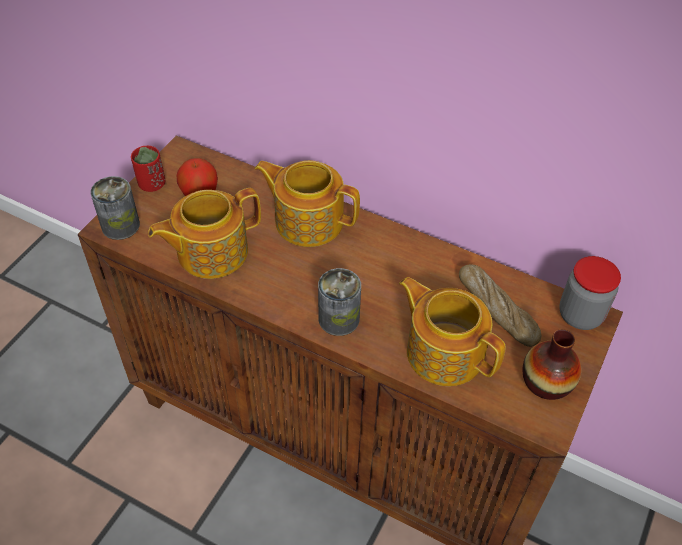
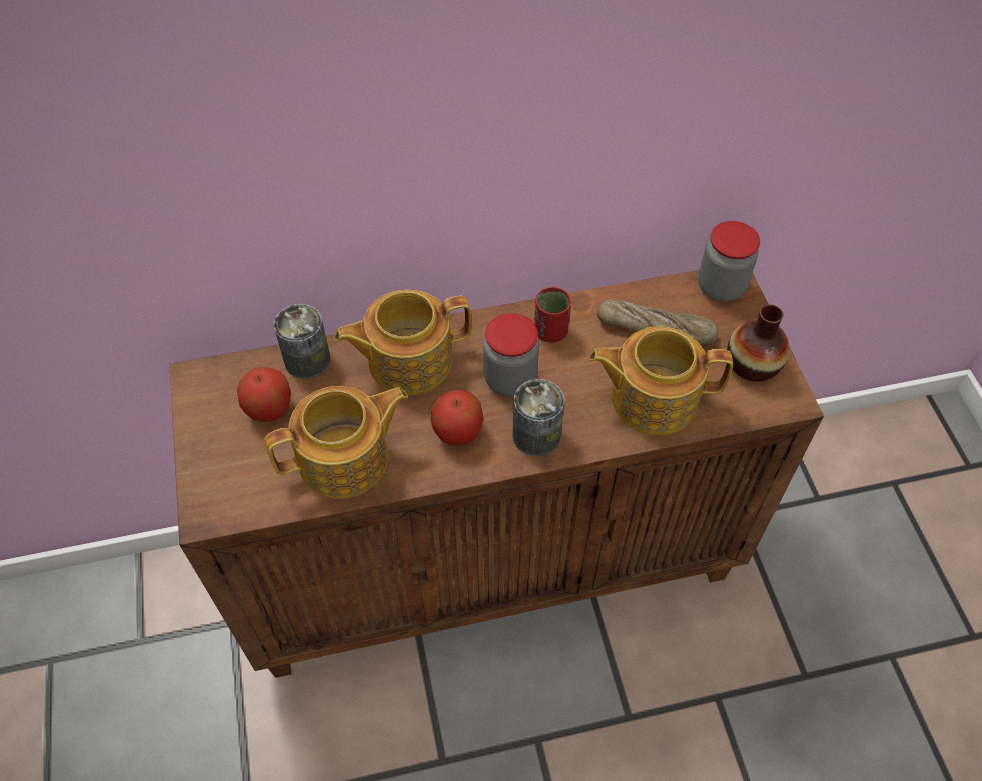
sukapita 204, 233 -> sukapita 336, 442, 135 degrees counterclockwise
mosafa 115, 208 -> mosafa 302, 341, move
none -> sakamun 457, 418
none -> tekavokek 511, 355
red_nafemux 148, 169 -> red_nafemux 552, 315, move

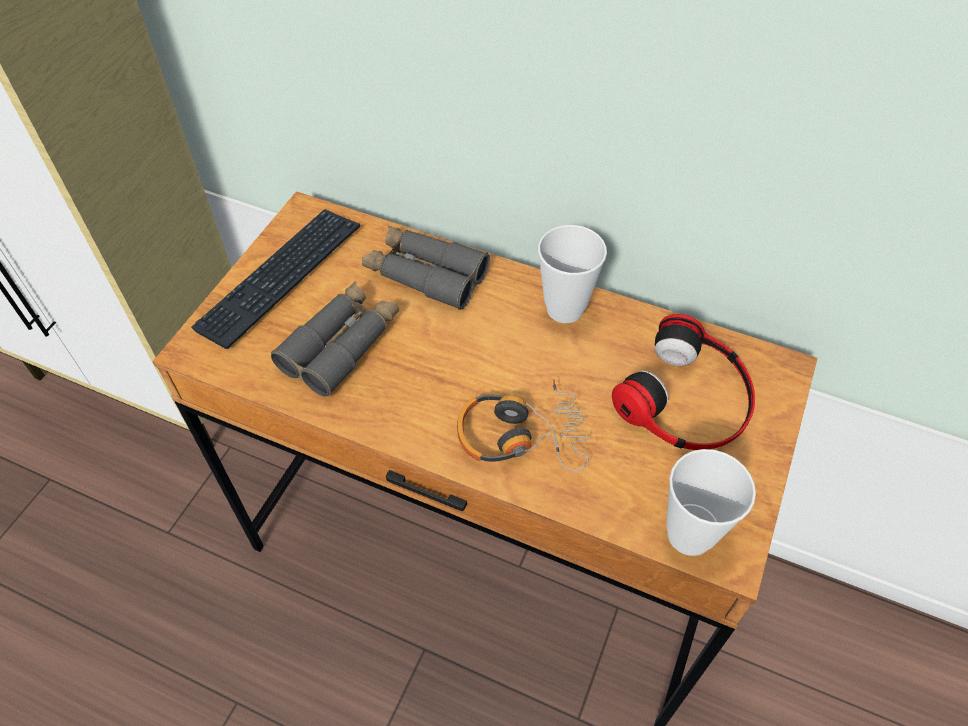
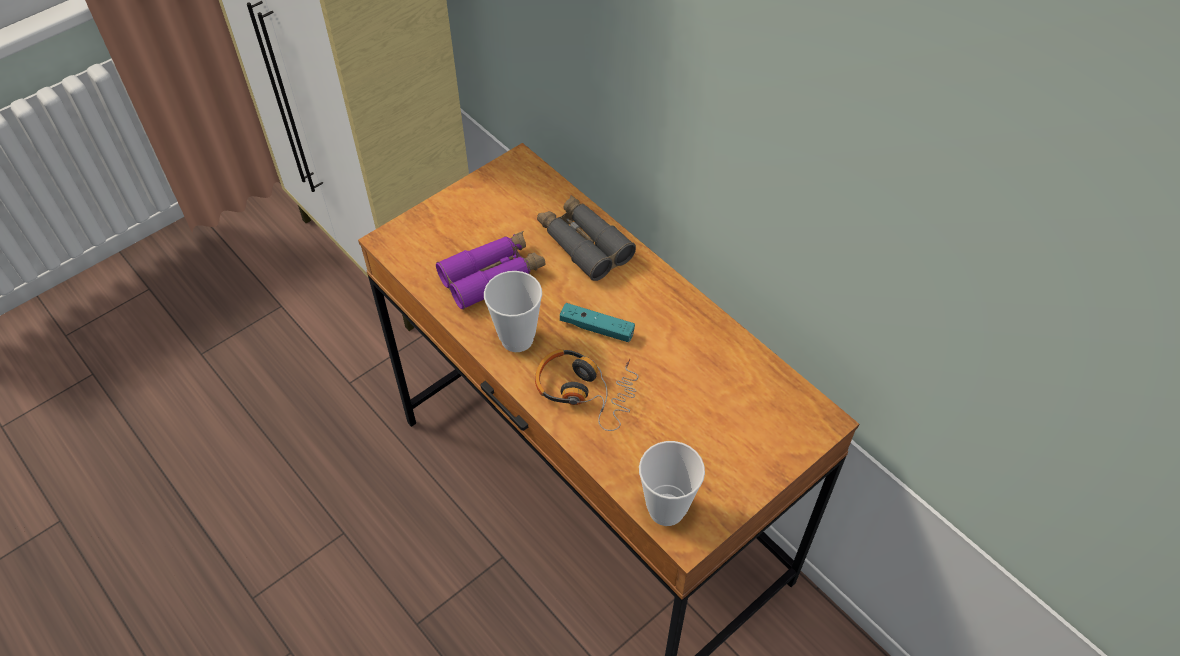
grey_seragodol 335, 338 -> purple_seragodol 490, 270
nafemux 572, 274 -> nafemux 513, 311, move
none -> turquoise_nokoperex 597, 322
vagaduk 275, 279 -> none
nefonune 683, 382 -> none

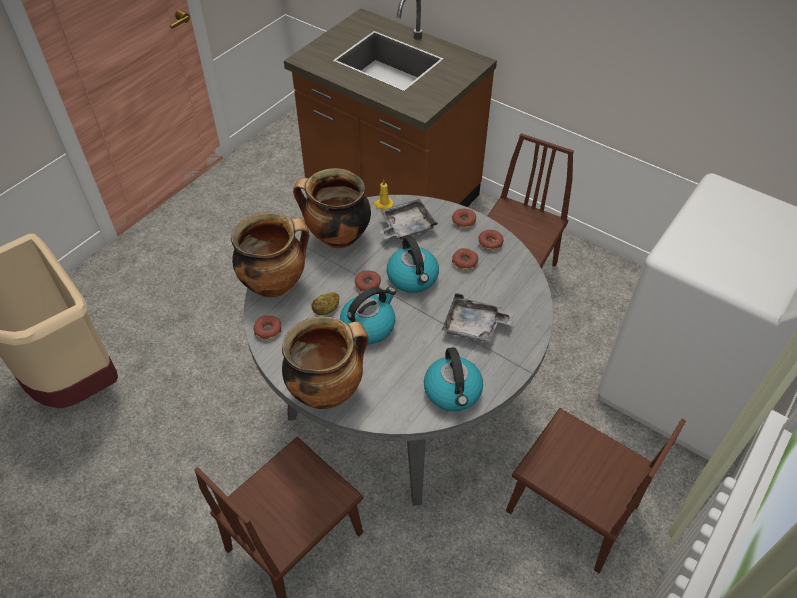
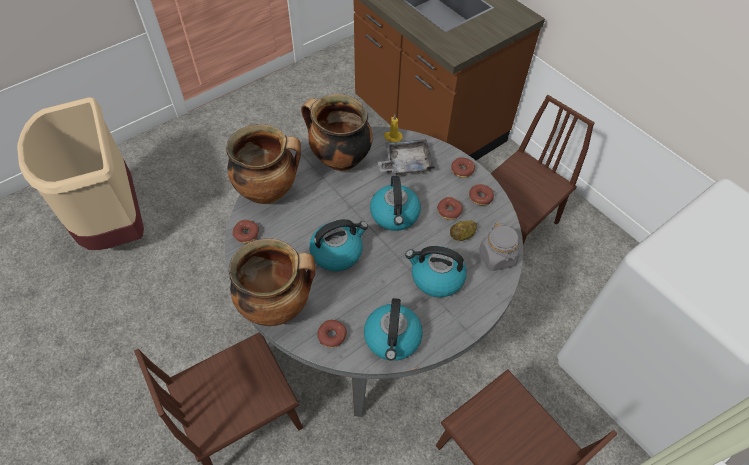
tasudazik 368, 281 -> tasudazik 332, 334, move
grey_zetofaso 478, 317 -> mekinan 436, 271
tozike 325, 303 -> tozike 463, 230, move
none -> grey_tekavokek 499, 247

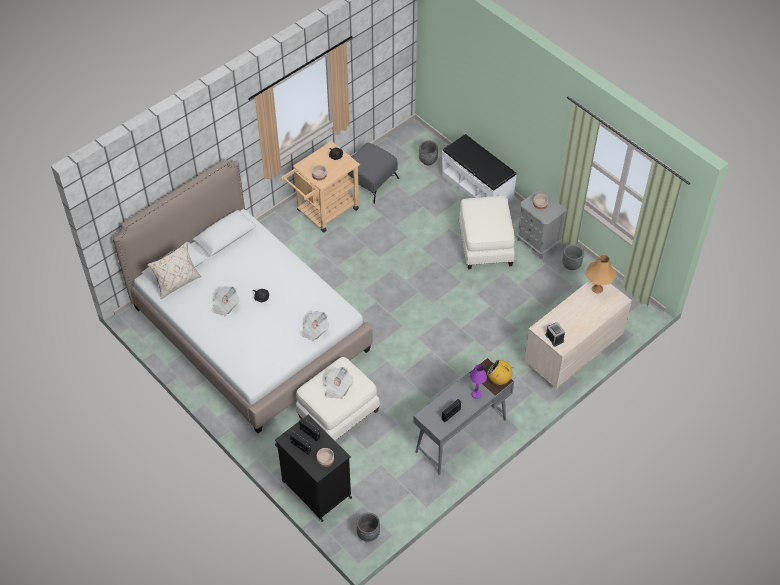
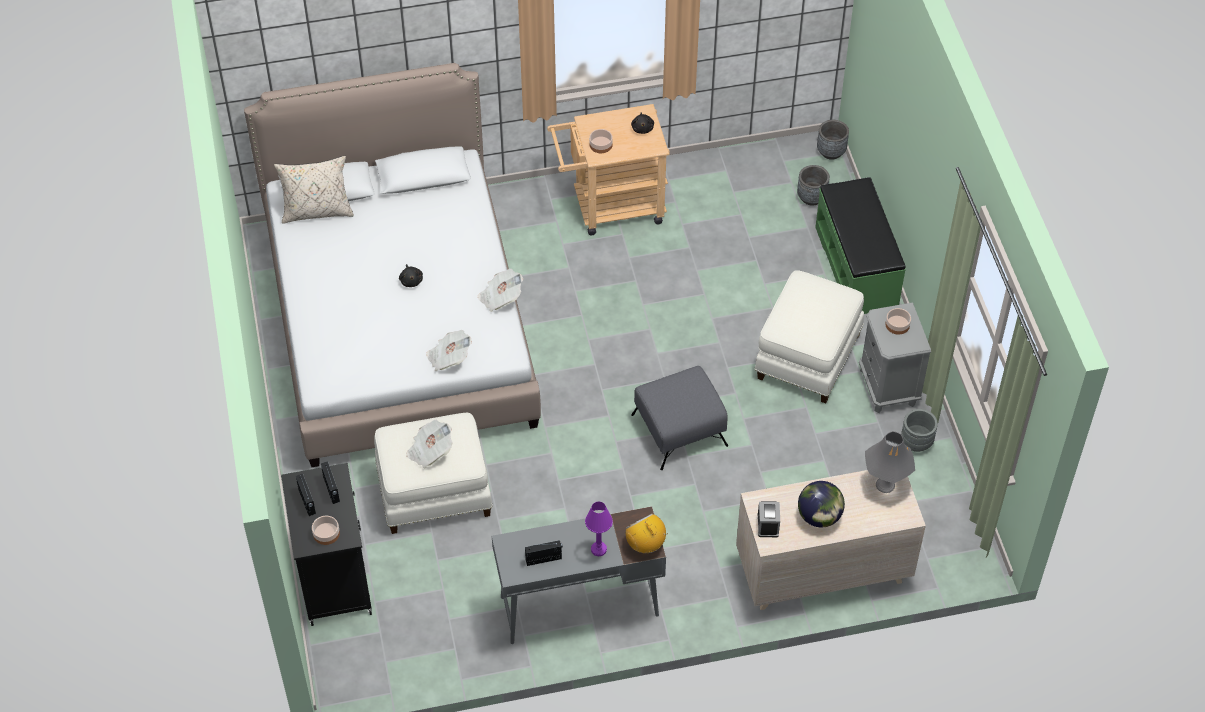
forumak 225, 301 -> forumak 500, 290, move
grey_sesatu 373, 173 -> grey_sesatu 679, 418, move
none -> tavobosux 821, 504
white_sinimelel 479, 168 -> green_sinimelel 860, 245
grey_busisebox 368, 527 -> grey_busisebox 833, 140, move
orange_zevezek 601, 274 -> grey_zevezek 890, 462

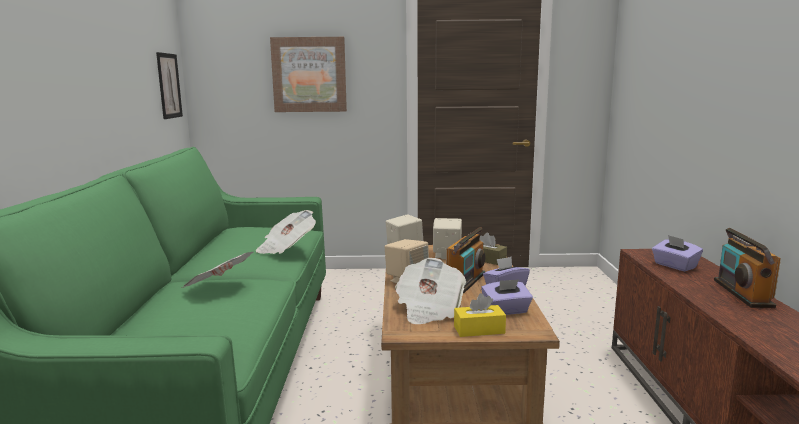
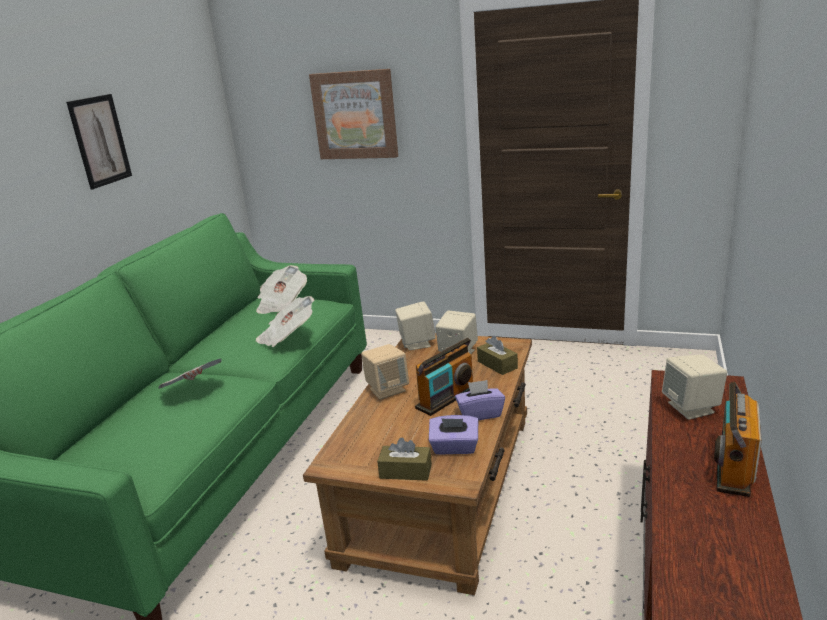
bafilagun 169, 85 -> bafilagun 99, 141, move
forumak 430, 291 -> forumak 281, 289, move
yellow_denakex 480, 315 -> brown_denakex 404, 459
purple_denakex 677, 253 -> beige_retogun 694, 387

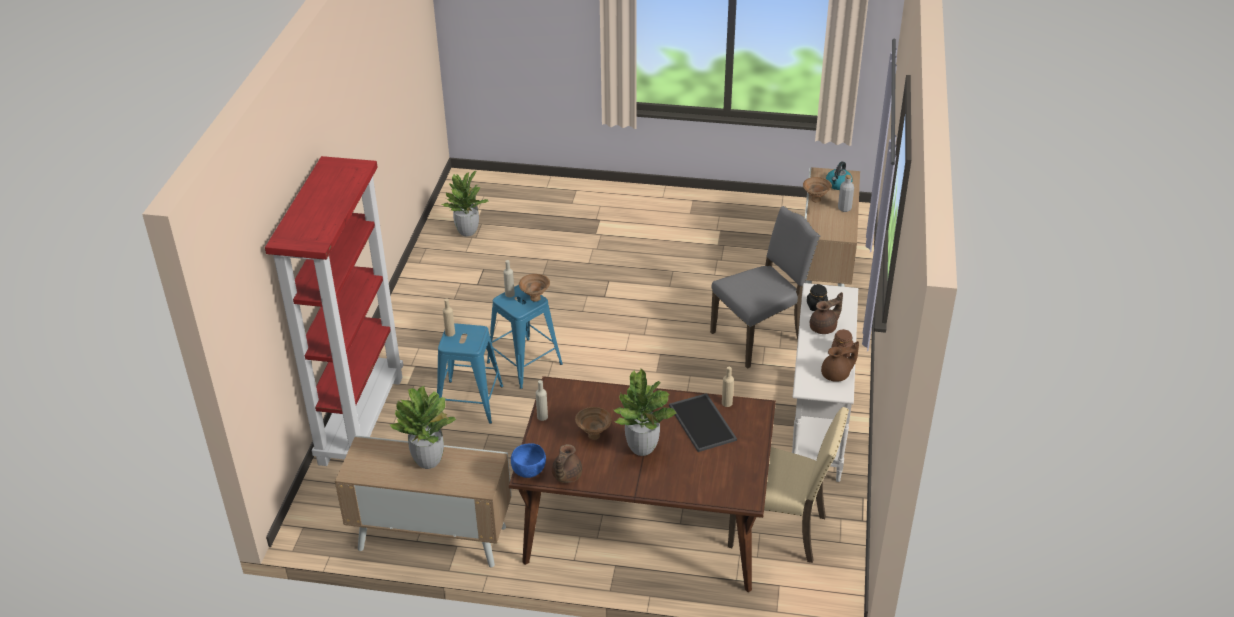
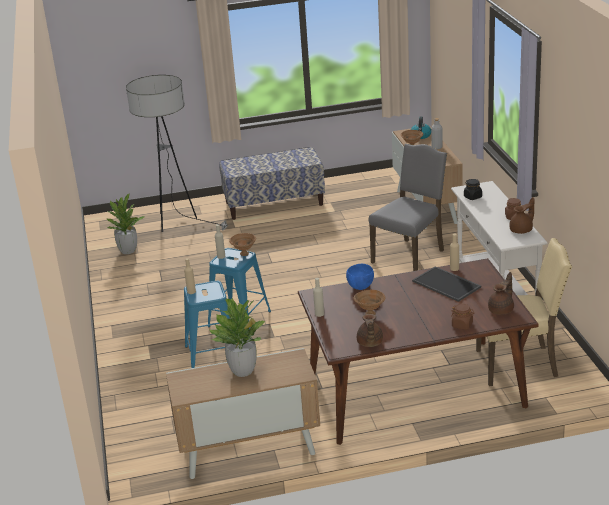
none -> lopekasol 177, 153
none -> sinimelel 272, 183
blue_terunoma 528, 461 -> blue_terunoma 360, 277, move
none -> brown_tekavokek 463, 317
brown_sukapita 826, 313 -> brown_sukapita 501, 293, move
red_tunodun 334, 311 -> none
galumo 645, 412 -> none

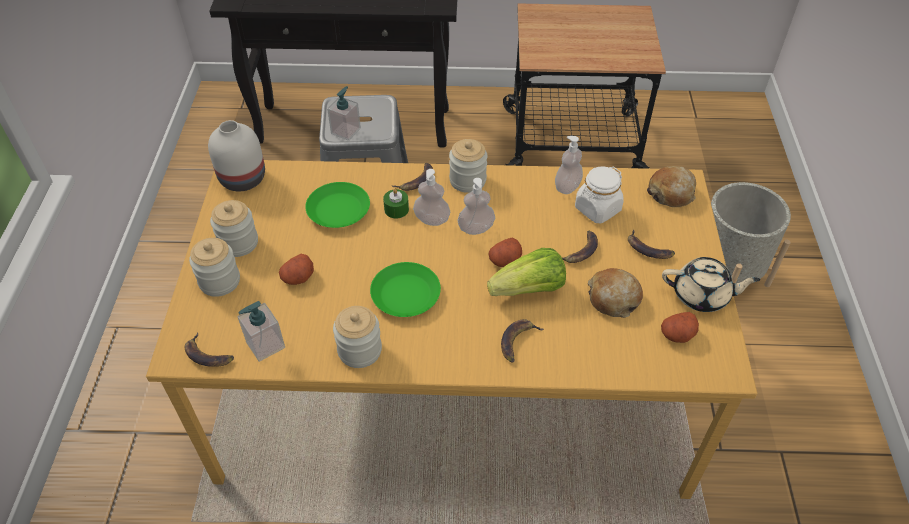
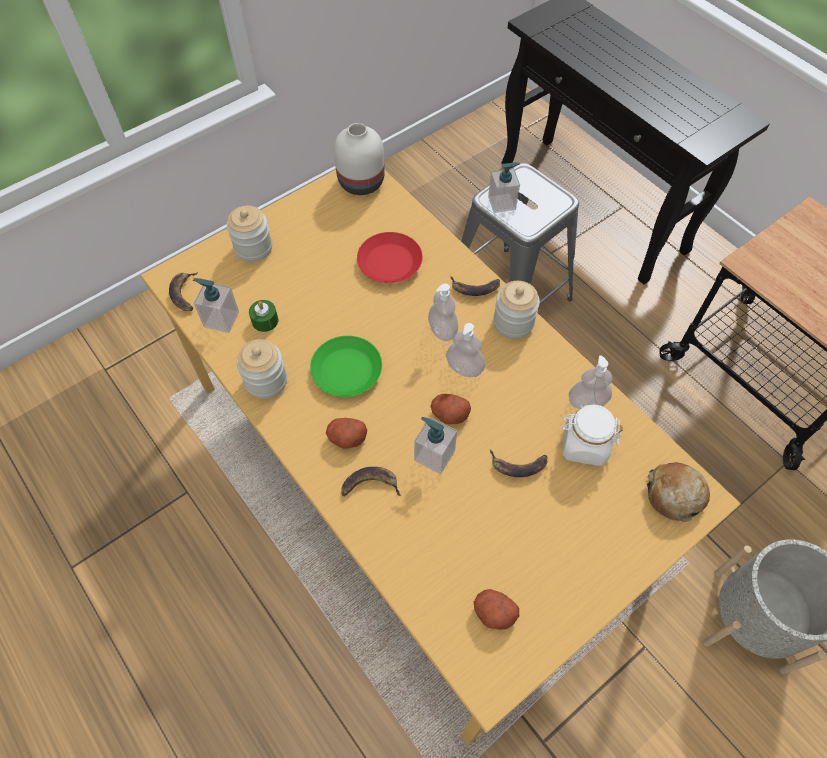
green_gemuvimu 396, 203 -> green_gemuvimu 263, 316, move
tozike 296, 269 -> tozike 346, 433, move
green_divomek 337, 205 -> red_divomek 390, 257
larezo 526, 272 -> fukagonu 435, 445
tekavokek 234, 228 -> none
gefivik 615, 293 -> none
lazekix 651, 244 -> none
beige_sukapita 711, 284 -> none

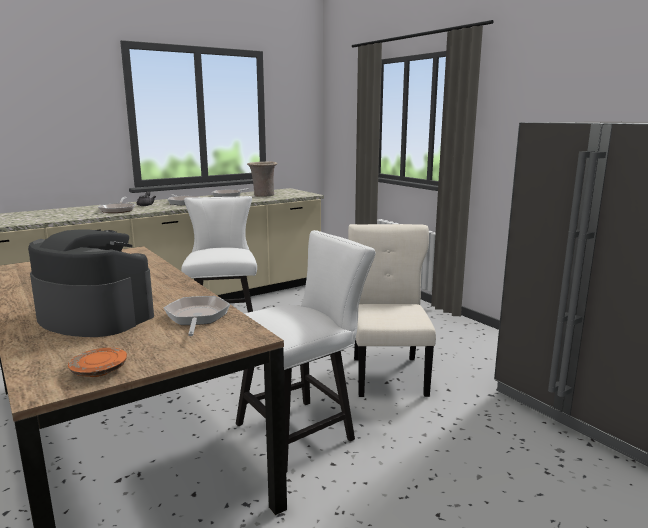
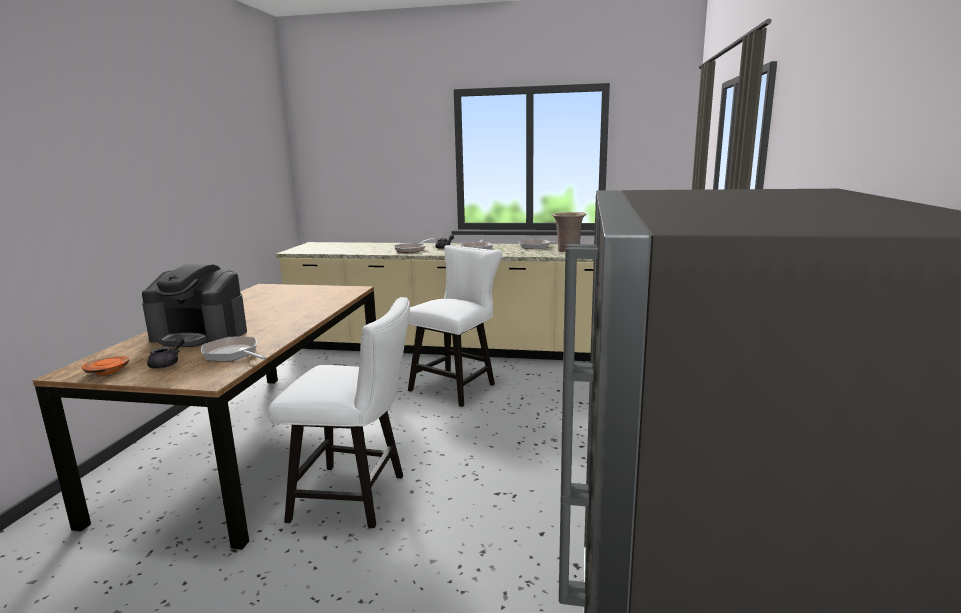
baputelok 91, 283 -> baputelok 194, 305, 120 degrees clockwise
none -> grey_sukapita 166, 352
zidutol 197, 316 -> zidutol 233, 349, 90 degrees counterclockwise
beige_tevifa 392, 310 -> none

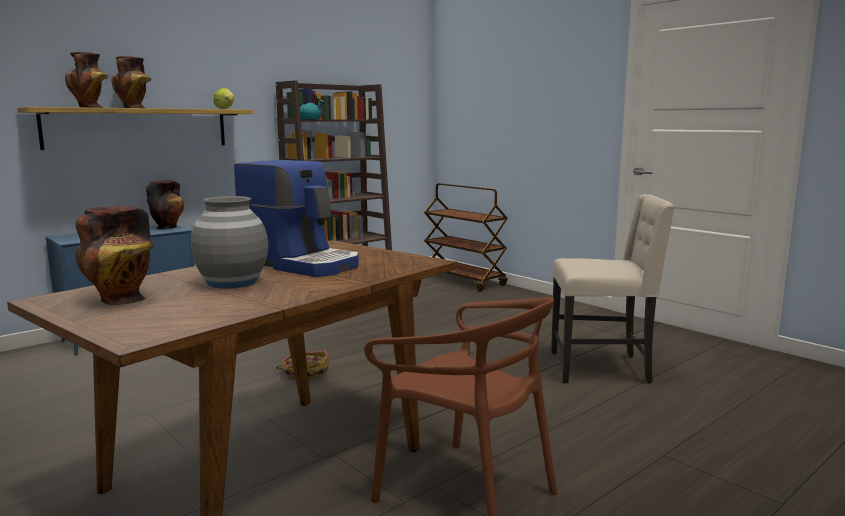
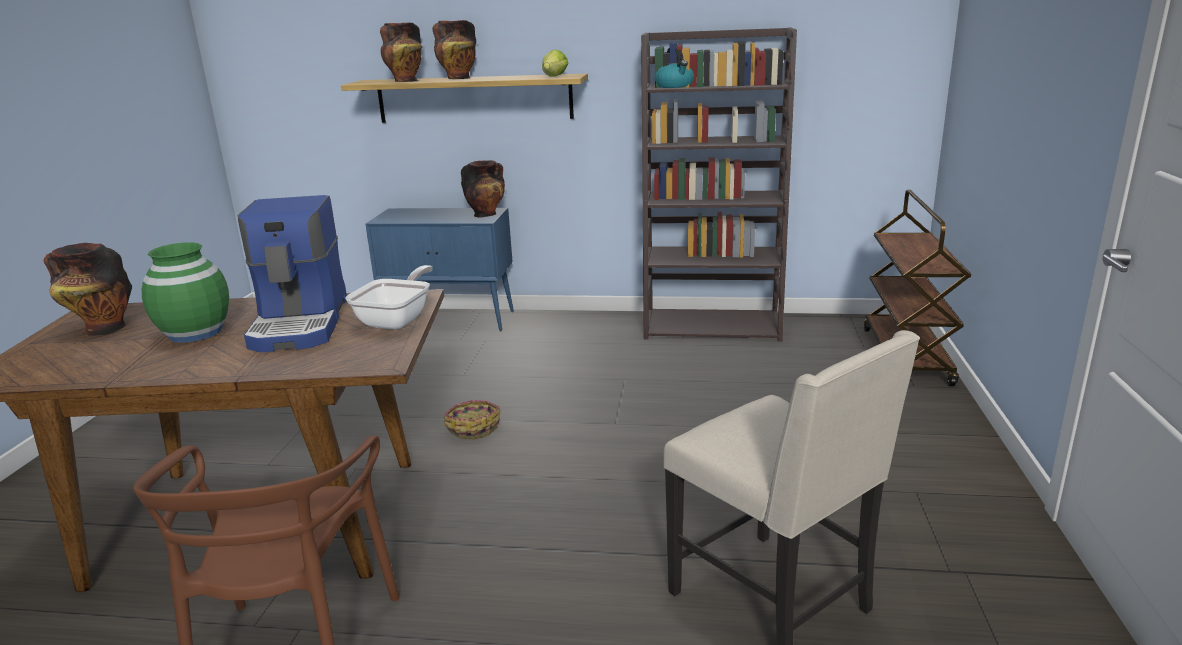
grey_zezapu 229, 242 -> green_zezapu 185, 292
none -> zidutol 389, 297

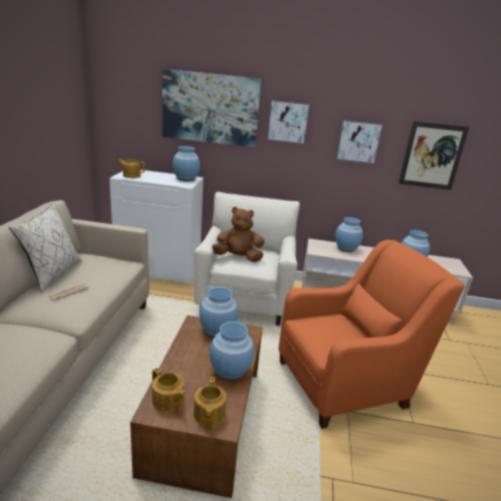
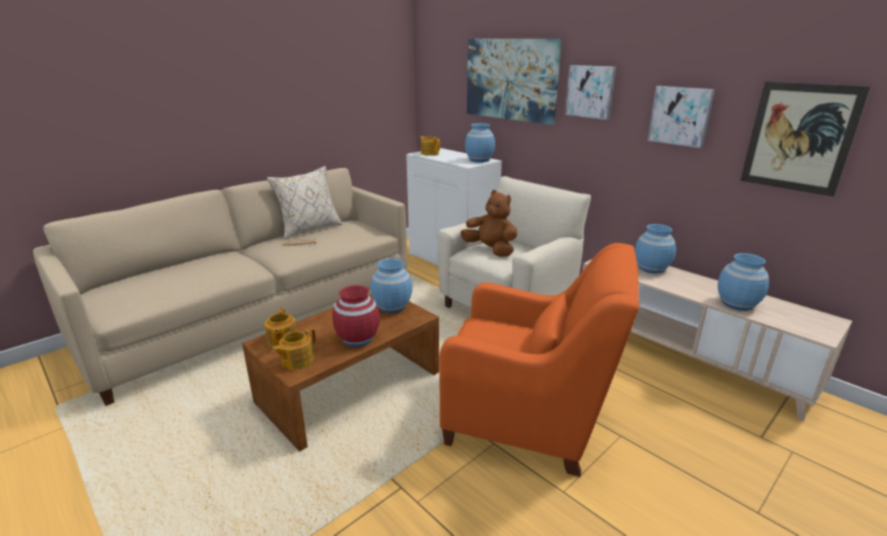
blue_zezapu 232, 350 -> red_zezapu 356, 316

